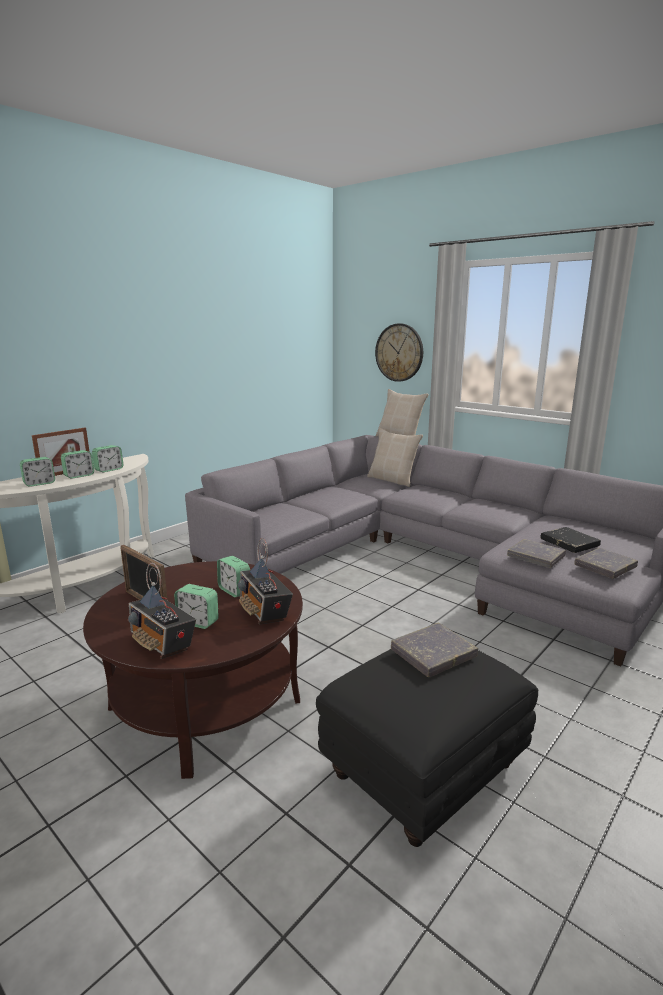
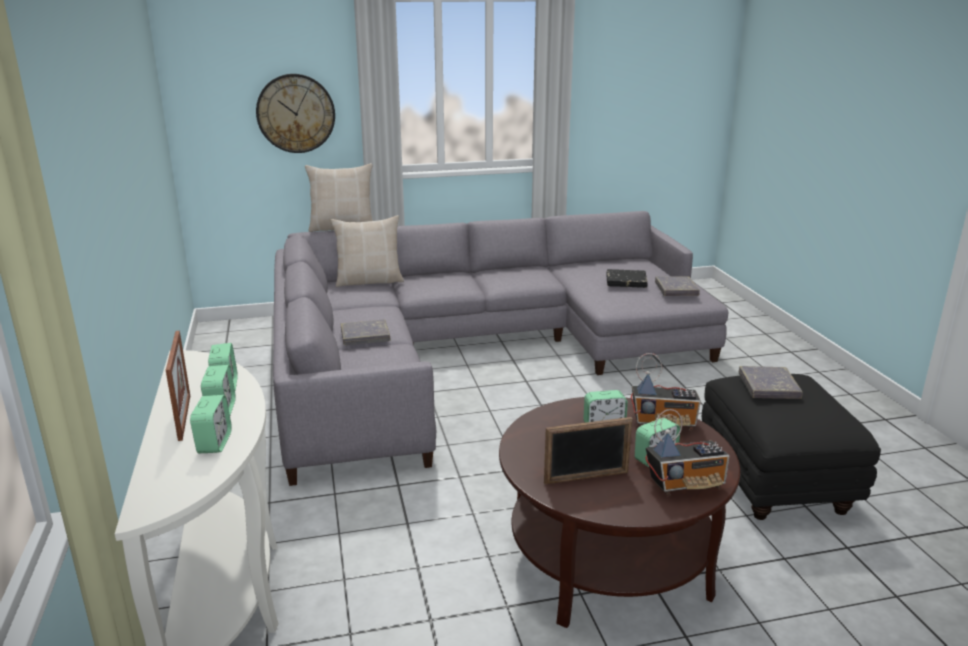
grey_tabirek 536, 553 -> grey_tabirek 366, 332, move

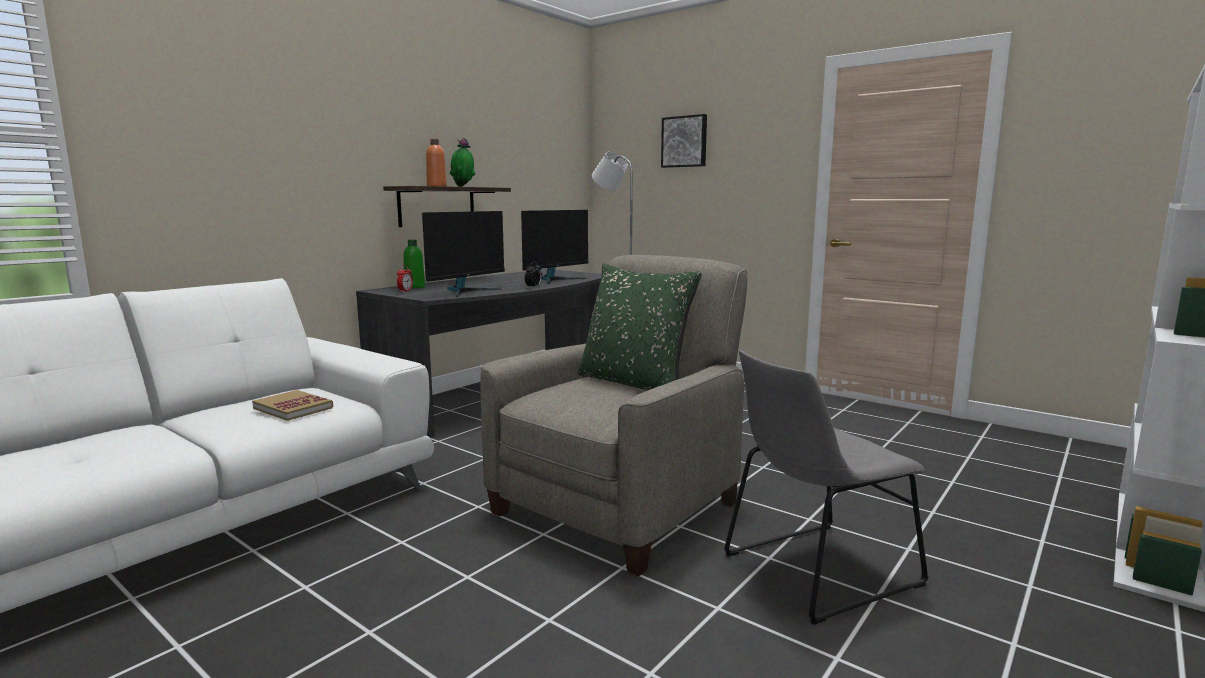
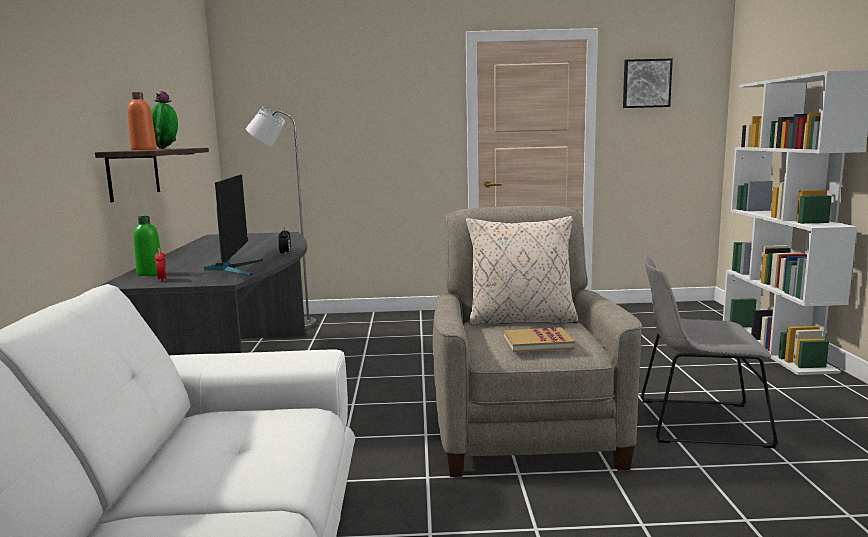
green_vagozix 640, 327 -> beige_vagozix 522, 270
tabirek 292, 405 -> tabirek 539, 339, move
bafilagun 684, 141 -> bafilagun 648, 83, move
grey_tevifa 826, 487 -> grey_tevifa 709, 352, 75 degrees clockwise
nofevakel 555, 247 -> none

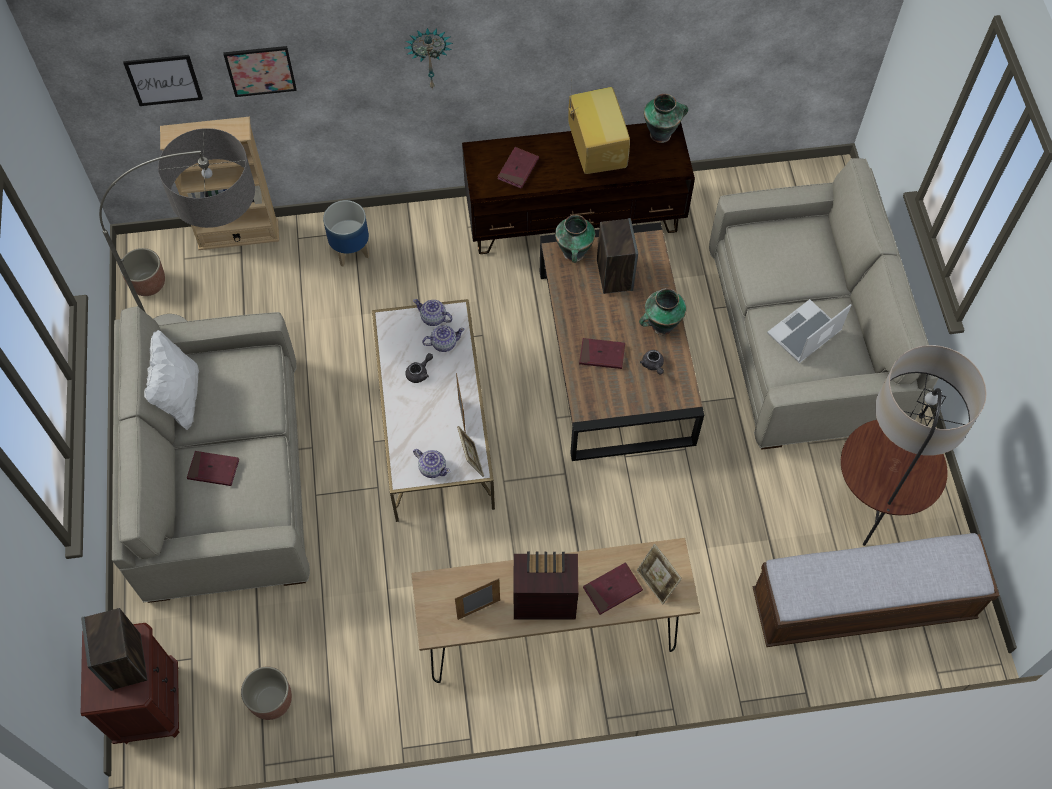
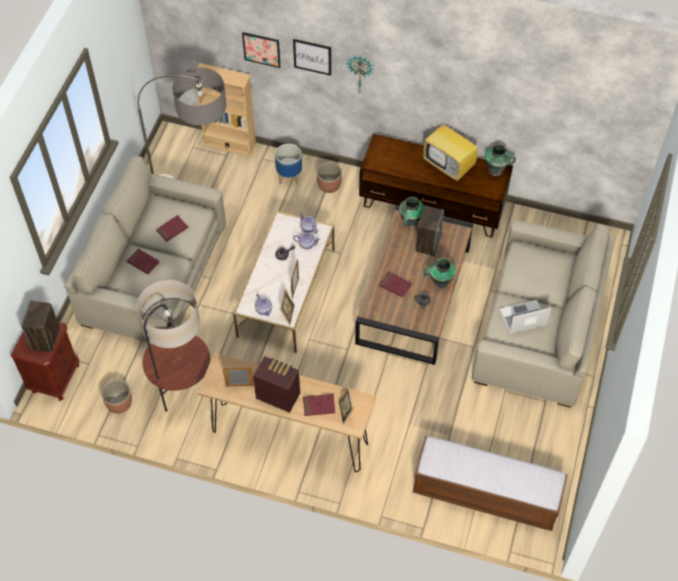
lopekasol 914, 445 -> lopekasol 173, 346, move
red_tabirek 518, 168 -> red_tabirek 172, 228, move
bafilagun 163, 80 -> bafilagun 312, 57, move
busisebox 142, 272 -> busisebox 329, 177, move
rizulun 599, 128 -> rizulun 450, 150, 120 degrees clockwise
white_vagozix 171, 380 -> none

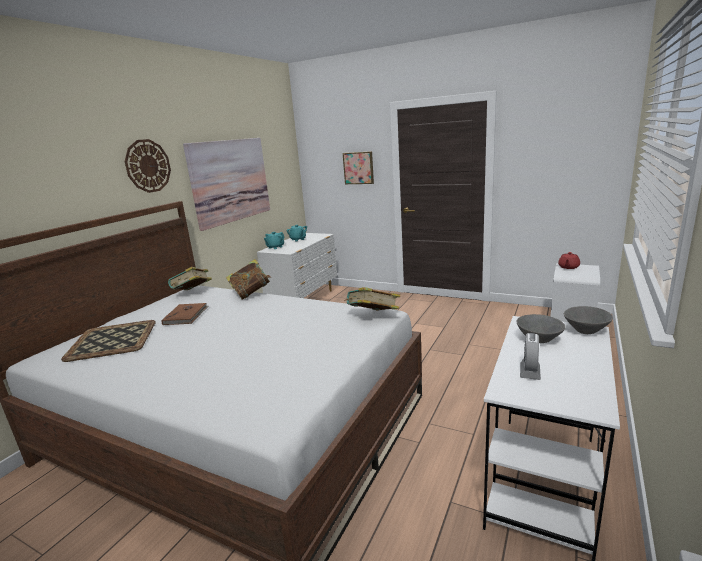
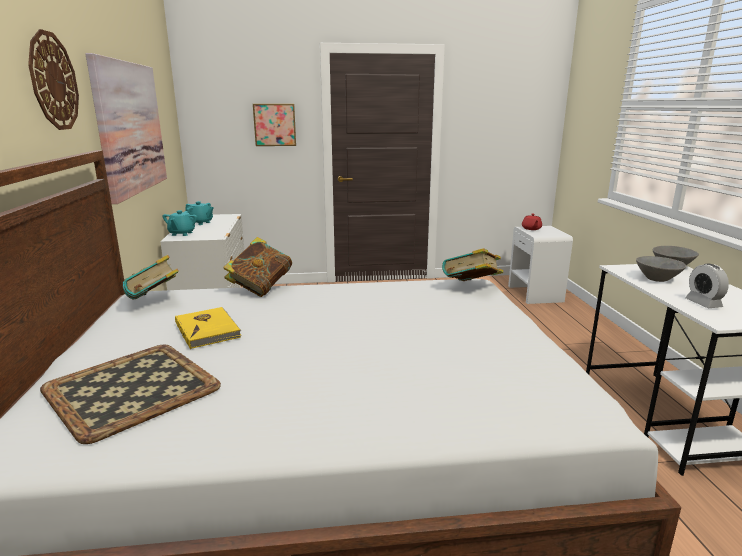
brown_tabirek 185, 314 -> yellow_tabirek 208, 328

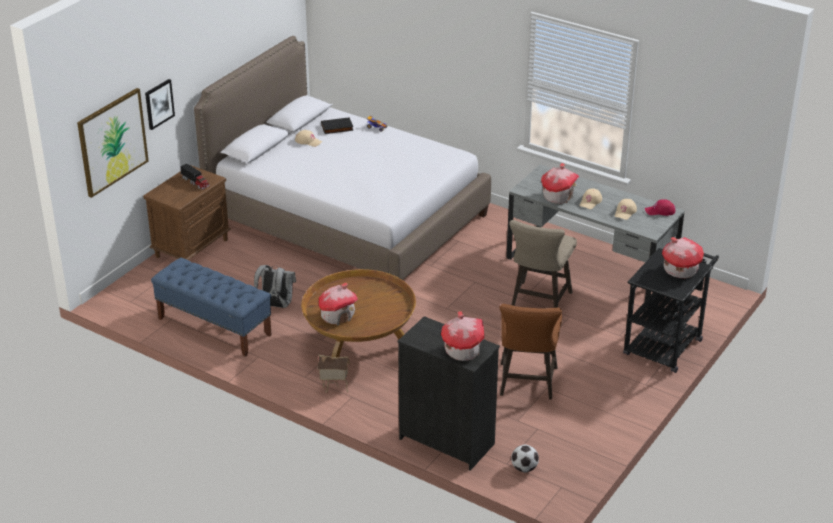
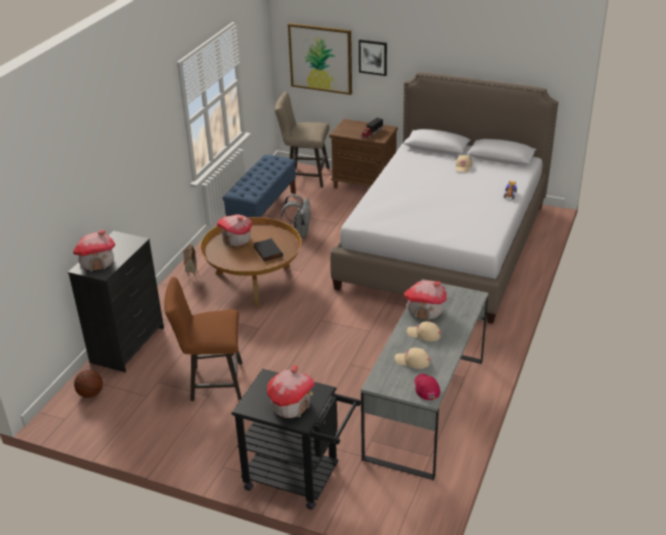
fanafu 525, 458 -> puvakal 88, 384
black_tabirek 337, 125 -> black_tabirek 268, 250, move
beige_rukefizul 543, 264 -> beige_rukefizul 302, 140, move

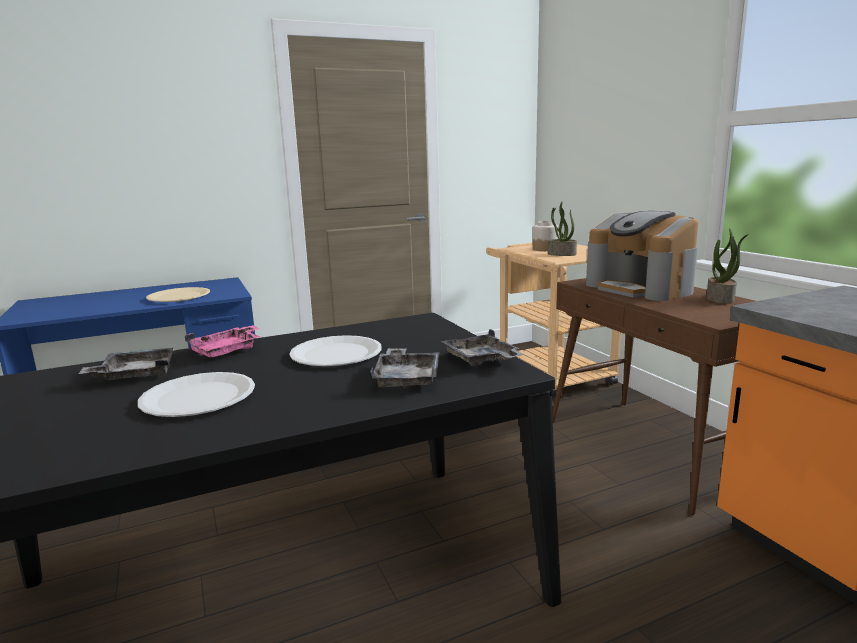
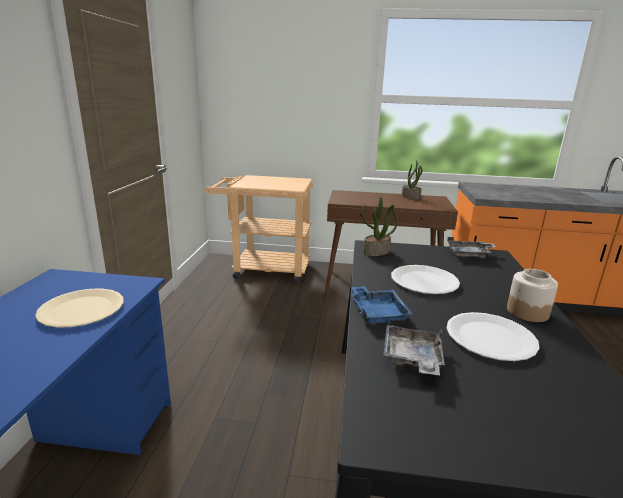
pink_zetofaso 223, 341 -> blue_zetofaso 382, 305
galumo 562, 229 -> galumo 379, 226, move
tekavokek 546, 236 -> tekavokek 532, 295, move
grey_zetofaso 404, 368 -> none
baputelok 642, 256 -> none

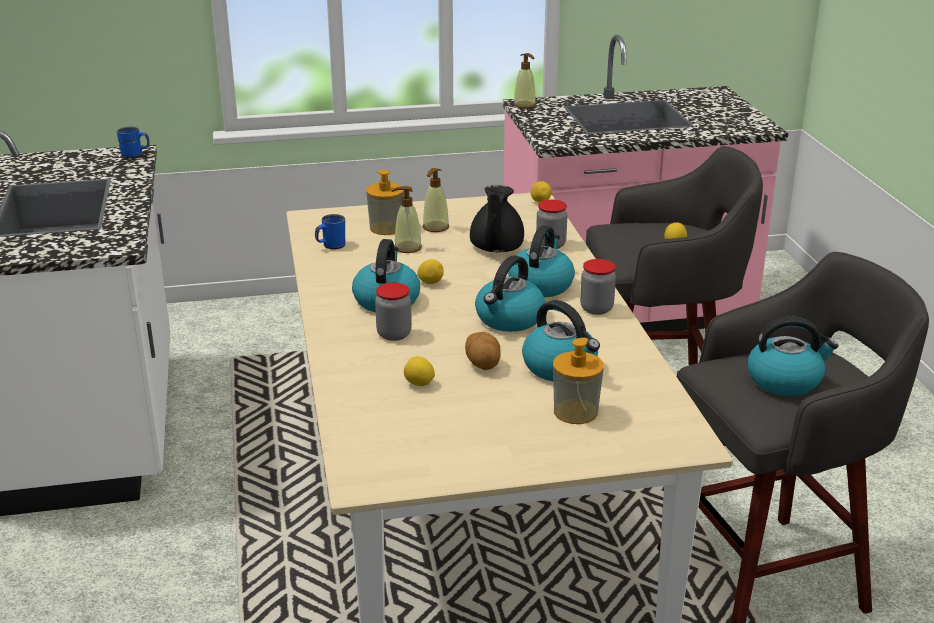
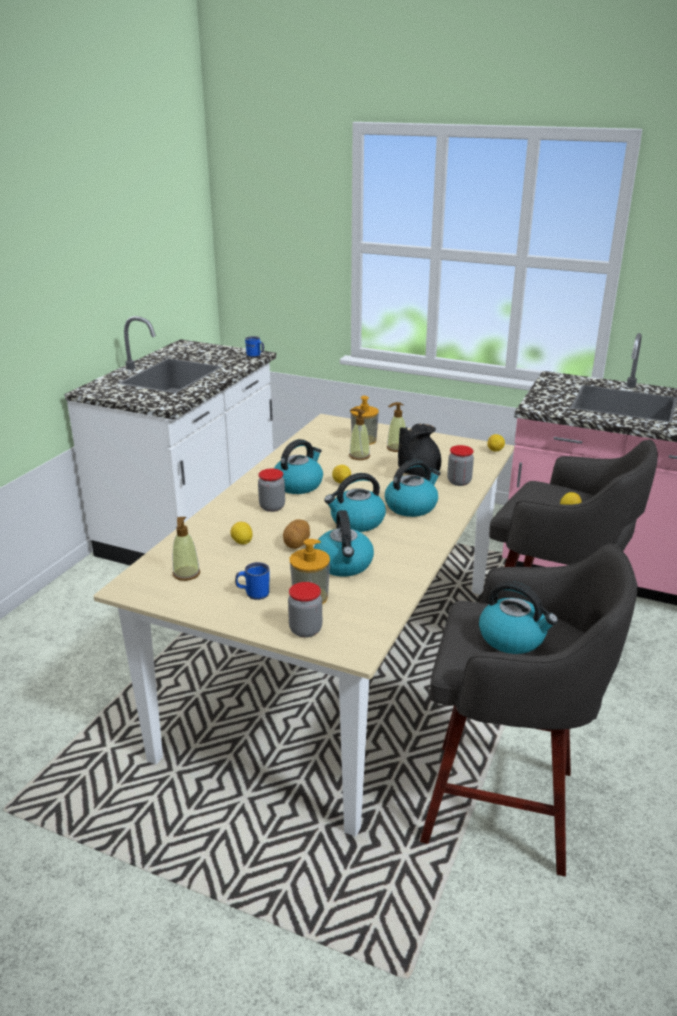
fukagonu 524, 81 -> fukagonu 186, 549, move
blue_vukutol 330, 232 -> blue_vukutol 252, 581, move
tekavokek 598, 287 -> tekavokek 305, 610, move

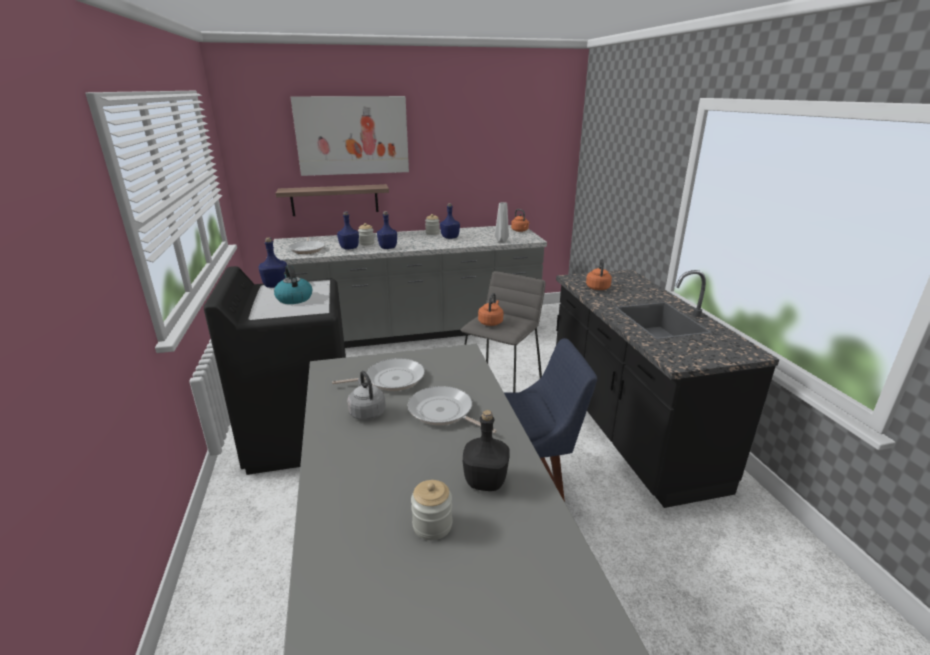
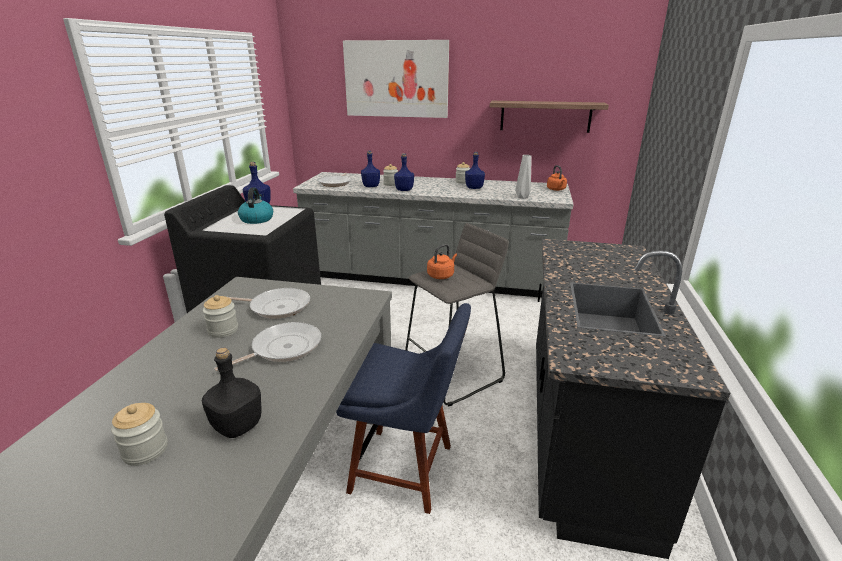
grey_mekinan 366, 395 -> tekavokek 220, 316
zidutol 452, 409 -> zidutol 267, 346, 75 degrees clockwise
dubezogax 332, 200 -> dubezogax 549, 117, move
orange_mekinan 599, 274 -> none

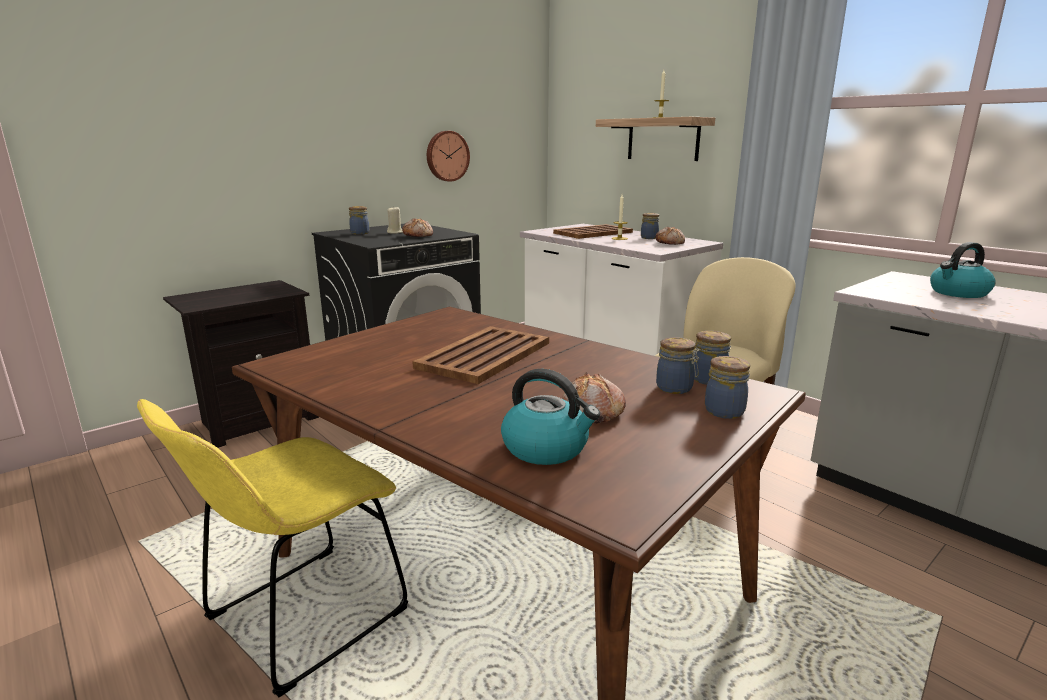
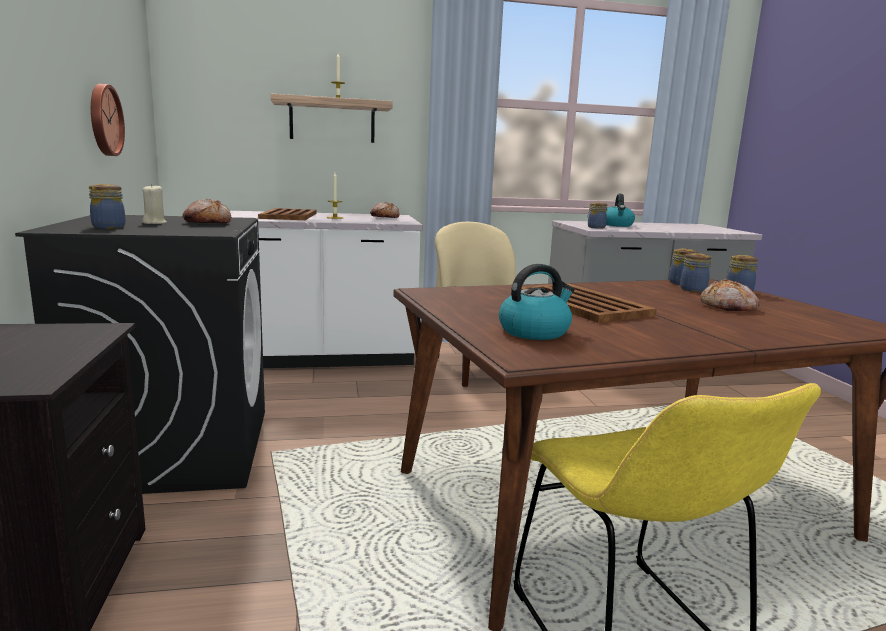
mekinan 550, 417 -> mekinan 537, 302, move
tekavokek 650, 226 -> tekavokek 597, 215, move

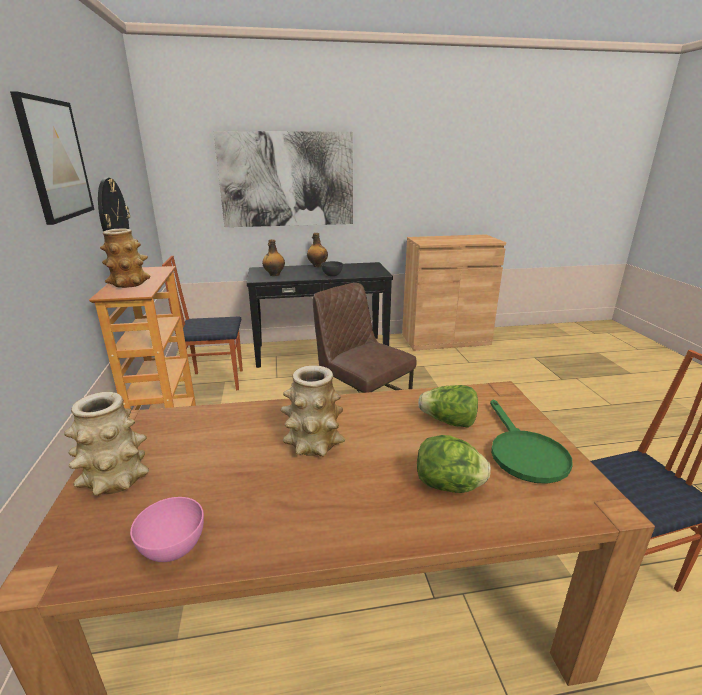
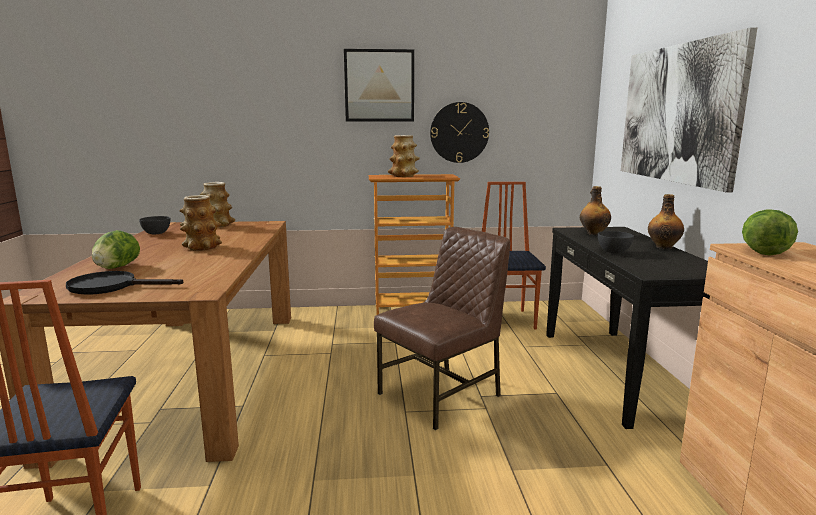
green_zidutol 531, 442 -> black_zidutol 124, 283
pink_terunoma 167, 529 -> grey_terunoma 154, 225
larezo 448, 406 -> larezo 770, 232, move

